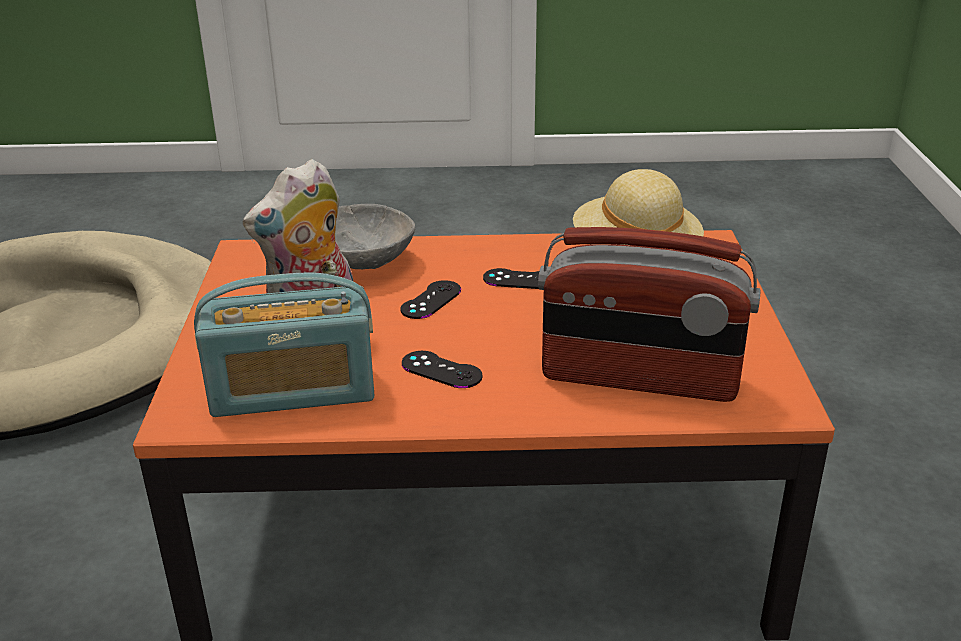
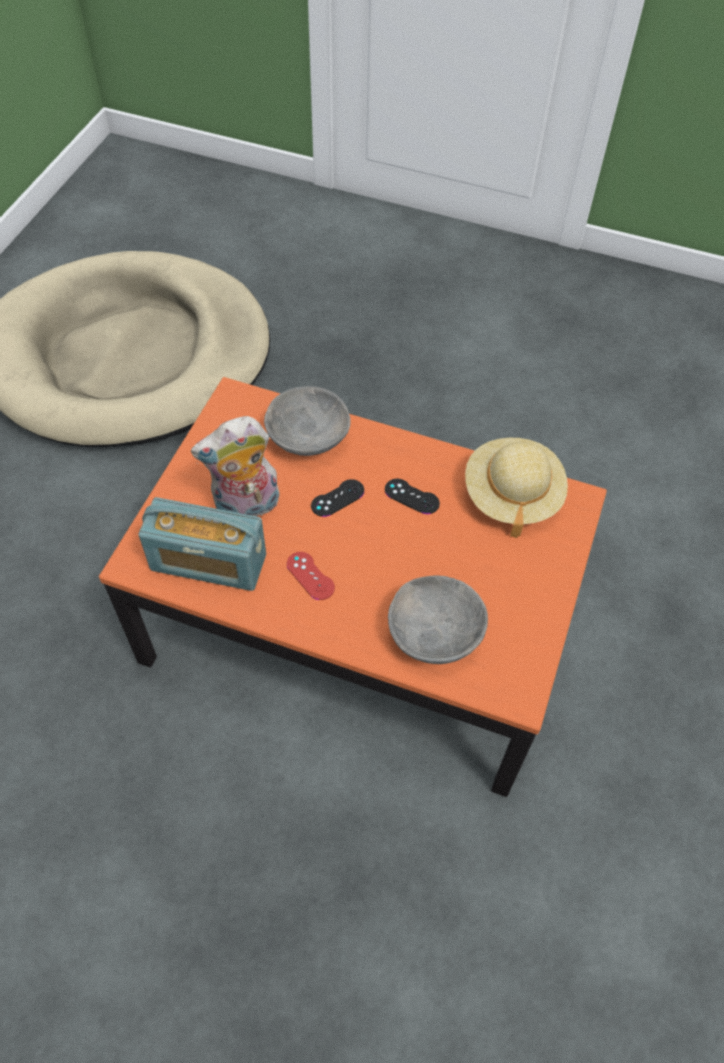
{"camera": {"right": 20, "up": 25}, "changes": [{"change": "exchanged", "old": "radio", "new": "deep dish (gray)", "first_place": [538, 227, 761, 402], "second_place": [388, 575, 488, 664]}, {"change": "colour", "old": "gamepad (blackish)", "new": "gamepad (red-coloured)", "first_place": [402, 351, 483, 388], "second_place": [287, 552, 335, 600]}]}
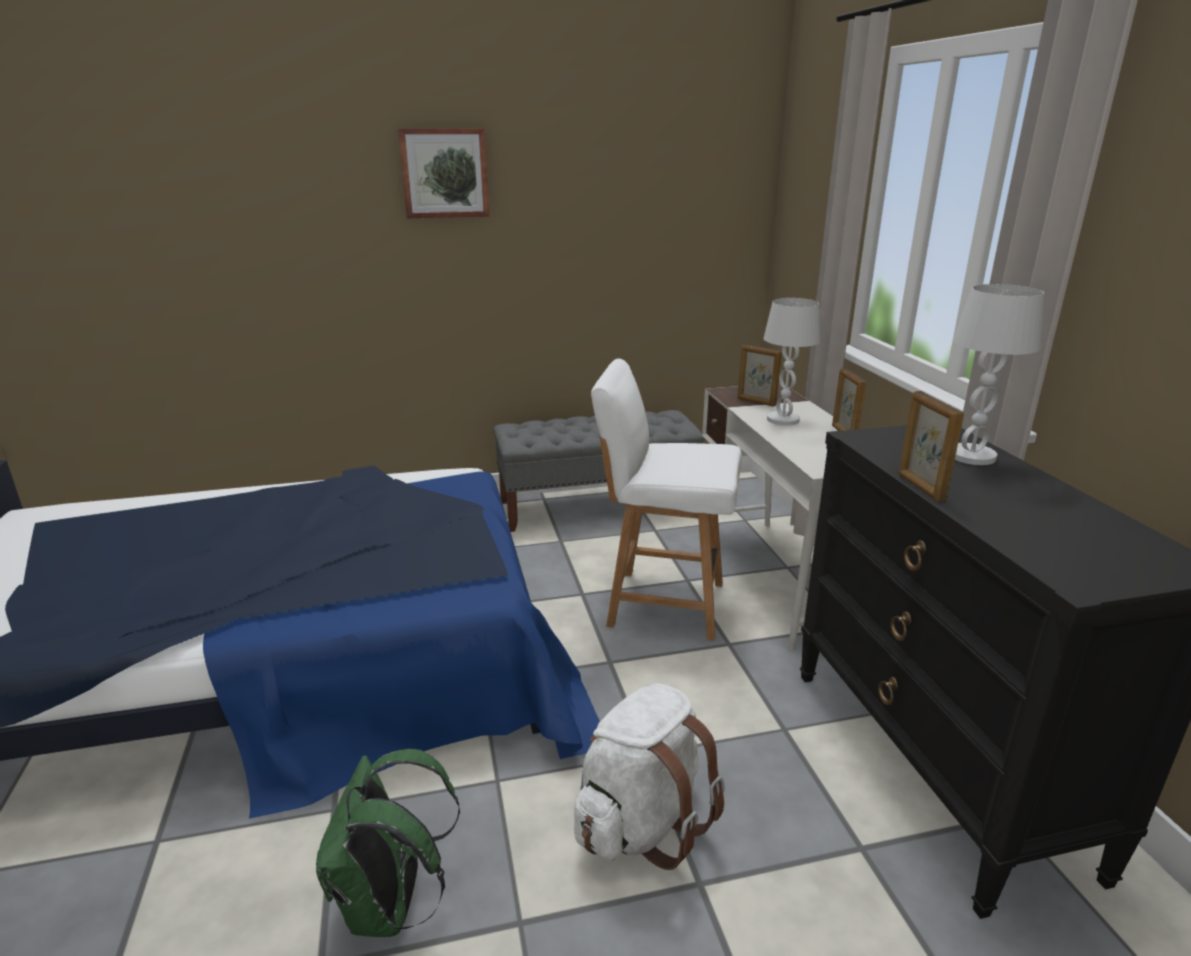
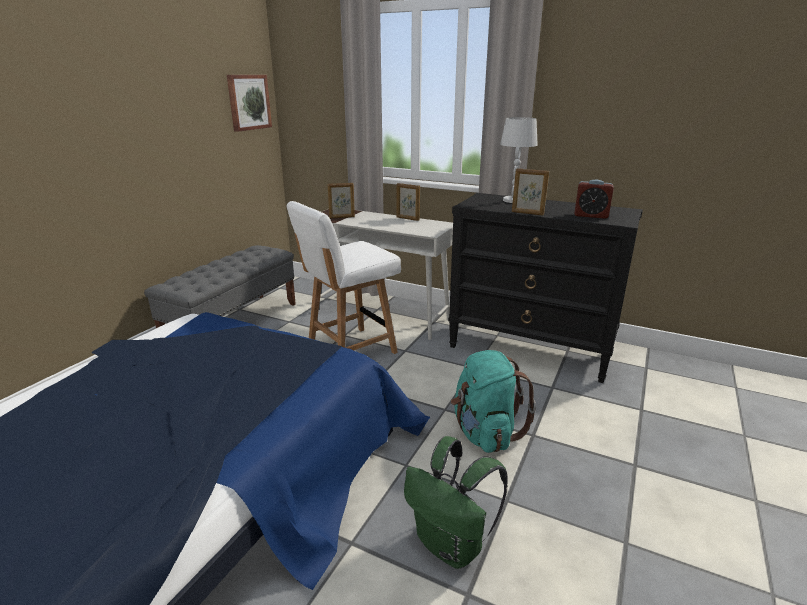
{"camera": {"right": -50, "up": 0}, "changes": [{"change": "relocated", "old": "wall picture", "first_place": [398, 128, 490, 218], "second_place": [227, 75, 272, 132]}, {"change": "missing", "old": "tabletop lamp (white)", "first_place": [764, 298, 820, 426]}, {"change": "colour", "old": "knapsack (white)", "new": "knapsack (turquoise-coloured)", "first_place": [574, 684, 725, 870], "second_place": [451, 350, 536, 453]}, {"change": "appeared", "new": "bedside clock", "second_place": [574, 179, 614, 219]}]}
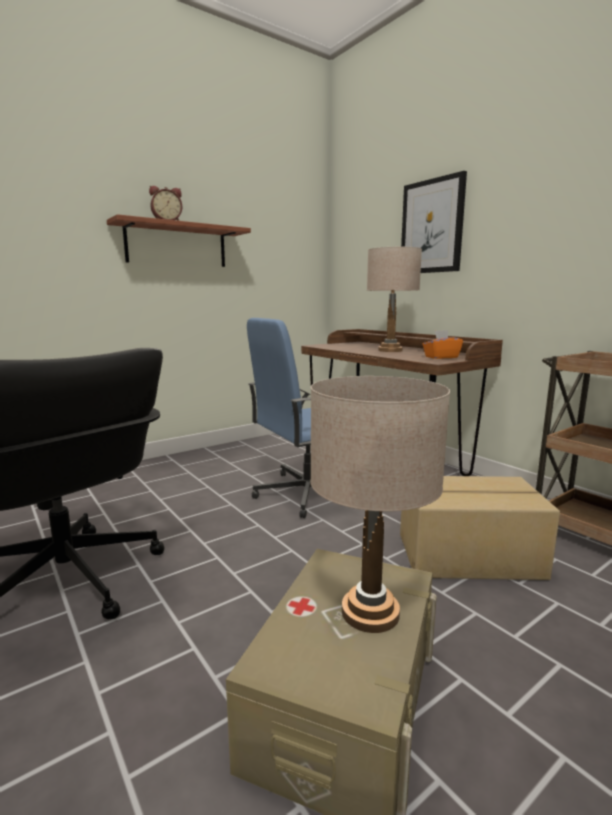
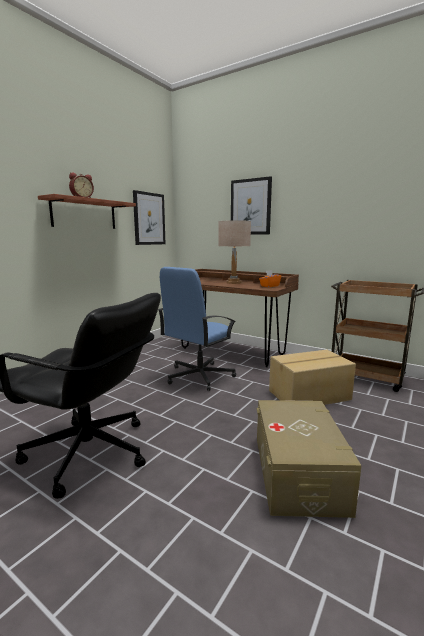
{"camera": {"right": -20, "up": 0}, "changes": [{"change": "missing", "old": "tabletop lamp (beige-coloured)", "first_place": [310, 376, 450, 633]}, {"change": "appeared", "new": "wall picture", "second_place": [133, 190, 166, 245]}]}
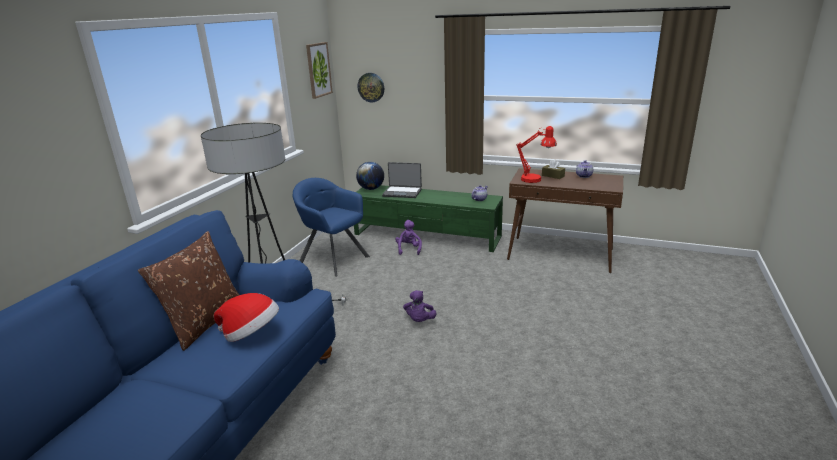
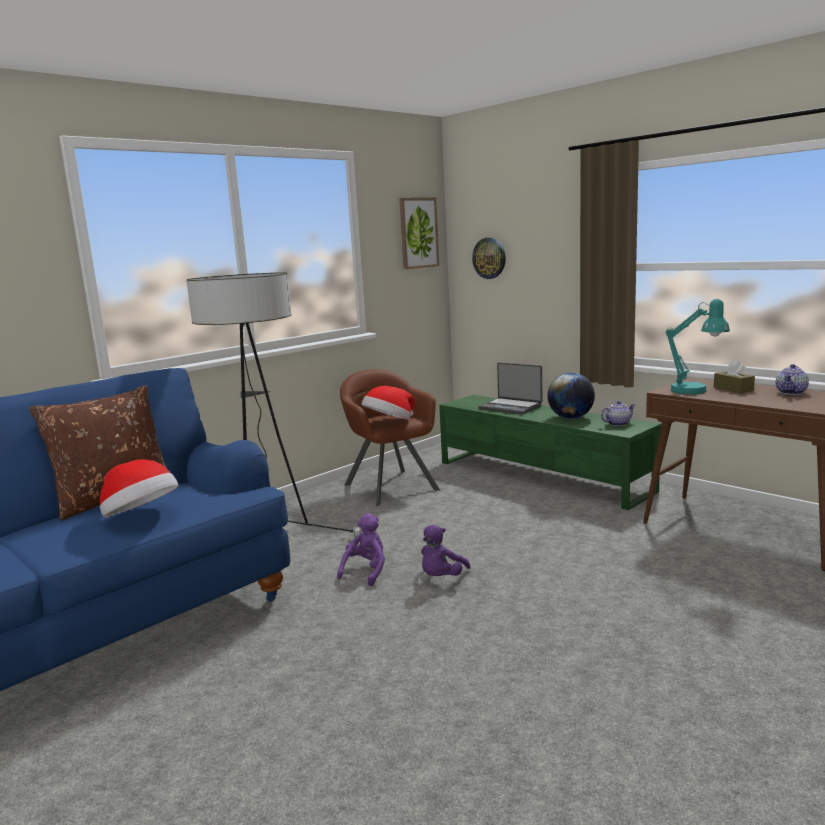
{"camera": {"right": 25, "up": -10}, "changes": [{"change": "colour", "old": "tabletop lamp (red-coloured)", "new": "tabletop lamp (turquoise-coloured)", "first_place": [516, 126, 557, 183], "second_place": [666, 299, 730, 394]}, {"change": "relocated", "old": "globe", "first_place": [356, 162, 384, 190], "second_place": [547, 373, 595, 419]}, {"change": "colour", "old": "lounge chair (blue-coloured)", "new": "lounge chair (brown-coloured)", "first_place": [293, 178, 370, 277], "second_place": [340, 369, 440, 506]}, {"change": "relocated", "old": "soft toy (purple-coloured)", "first_place": [395, 220, 422, 255], "second_place": [337, 513, 385, 586]}, {"change": "appeared", "new": "clothing hat", "second_place": [361, 386, 414, 420]}]}
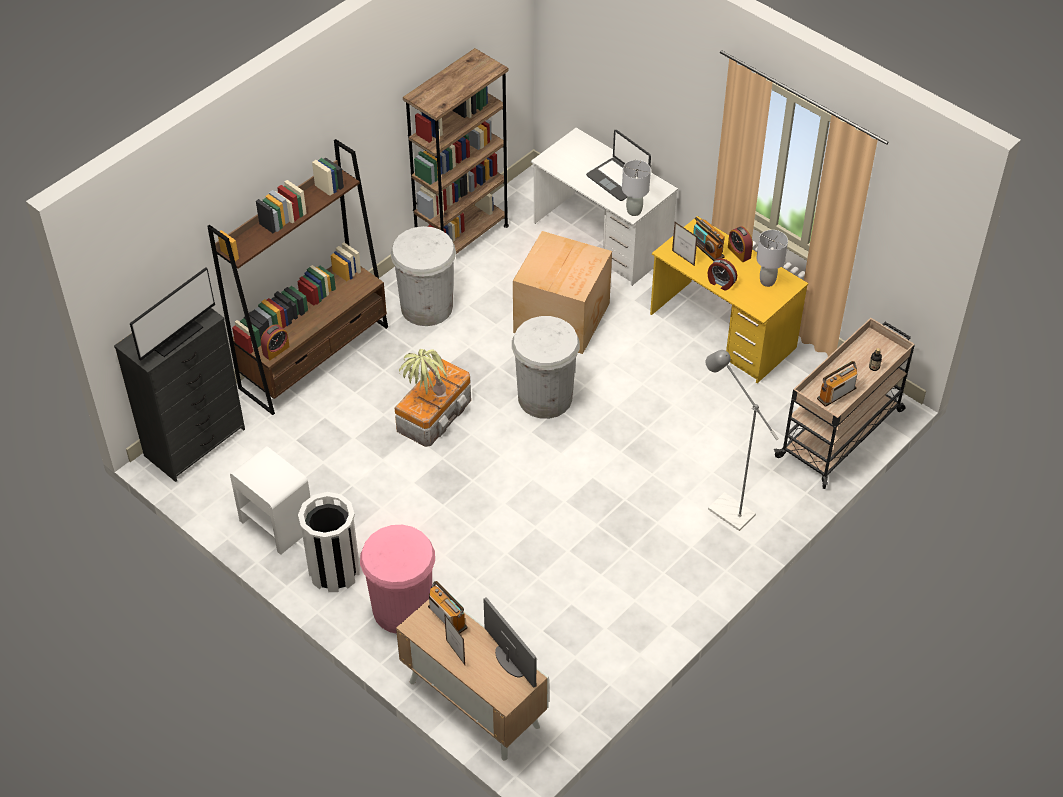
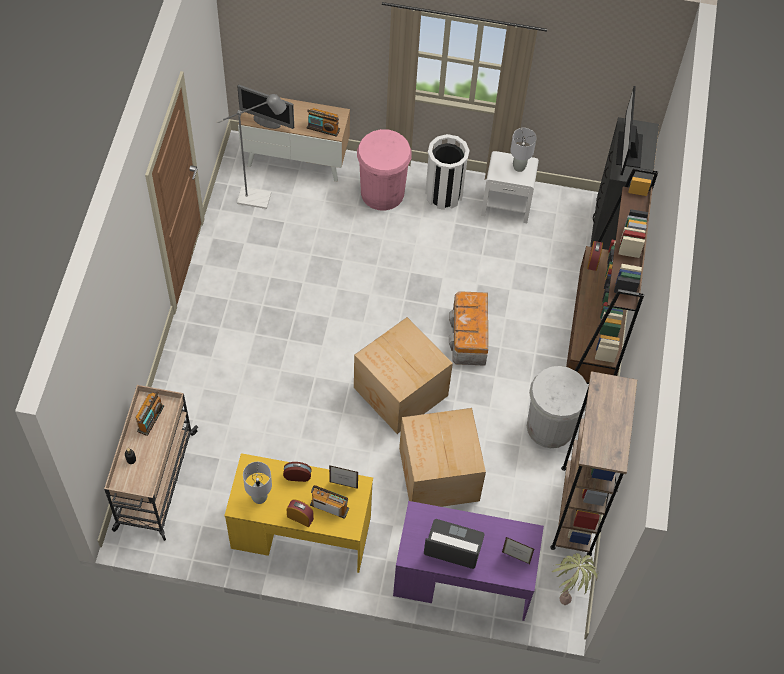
{"camera": {"right": 145, "up": 10}, "changes": [{"change": "colour", "old": "desk unit (white)", "new": "desk unit (purple-coloured)", "first_place": [531, 127, 678, 286], "second_place": [393, 501, 544, 621]}, {"change": "relocated", "old": "tabletop lamp (gray)", "first_place": [622, 160, 651, 216], "second_place": [510, 128, 536, 172]}, {"change": "exchanged", "old": "waste bin (white)", "new": "cardboard box", "first_place": [512, 316, 580, 419], "second_place": [354, 317, 453, 434]}, {"change": "relocated", "old": "houseplant", "first_place": [399, 349, 447, 396], "second_place": [552, 553, 598, 605]}, {"change": "relocated", "old": "floor lamp (gray)", "first_place": [706, 350, 779, 531], "second_place": [217, 94, 286, 209]}, {"change": "relocated", "old": "photo frame", "first_place": [444, 613, 465, 665], "second_place": [502, 537, 534, 564]}]}
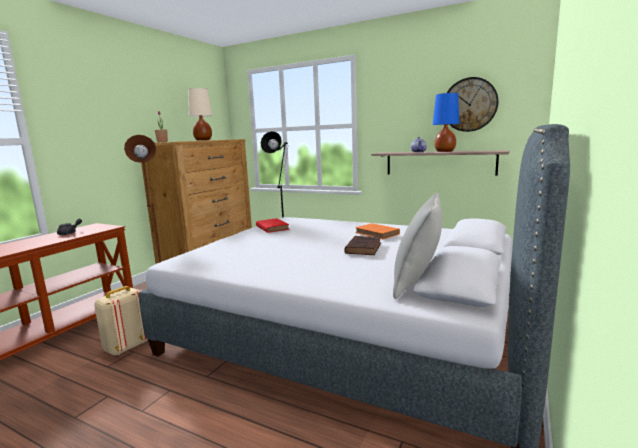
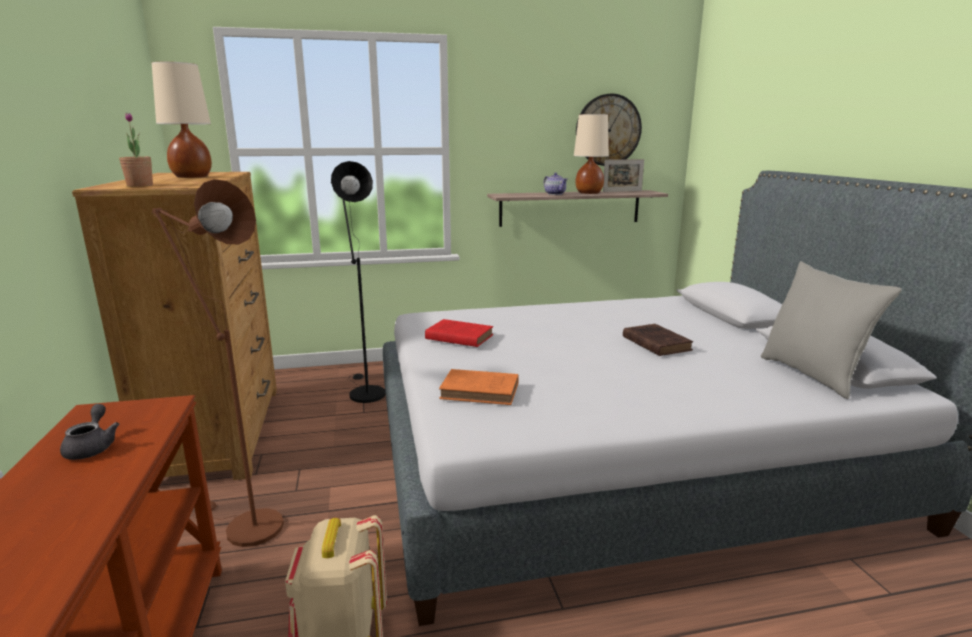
{"camera": {"right": -40, "up": 5}, "changes": [{"change": "colour", "old": "tabletop lamp (blue-coloured)", "new": "tabletop lamp (beige-coloured)", "first_place": [433, 93, 459, 152], "second_place": [574, 114, 609, 194]}, {"change": "relocated", "old": "volume (orange-coloured)", "first_place": [356, 223, 400, 239], "second_place": [439, 369, 519, 405]}, {"change": "appeared", "new": "photo frame", "second_place": [603, 159, 644, 192]}]}
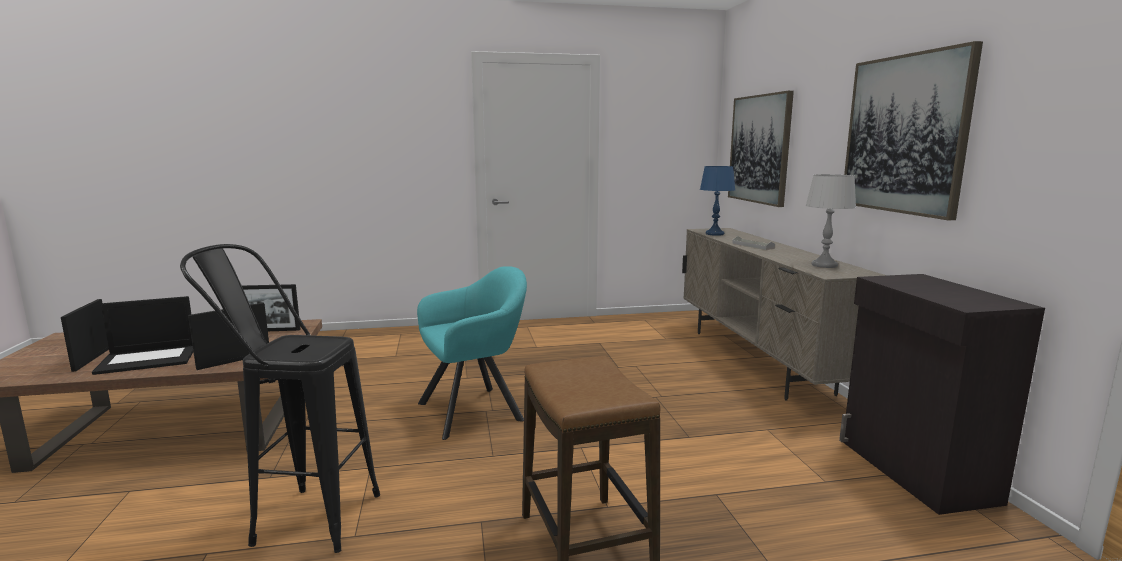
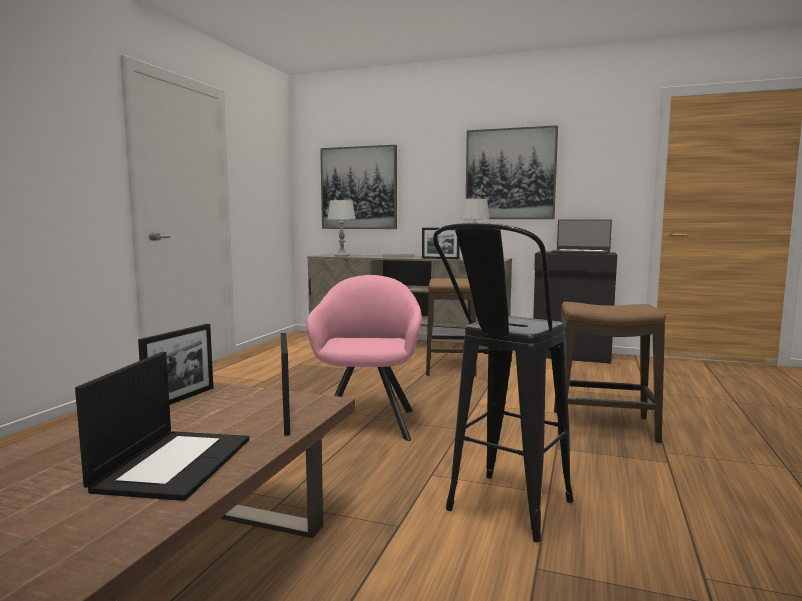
{"camera": {"right": -60, "up": -5}, "changes": [{"change": "colour", "old": "tabletop lamp (blue-coloured)", "new": "tabletop lamp (gray)", "first_place": [700, 166, 735, 236], "second_place": [328, 200, 355, 257]}, {"change": "colour", "old": "lounge chair (turquoise-coloured)", "new": "lounge chair (pinkish)", "first_place": [417, 266, 527, 440], "second_place": [306, 275, 421, 441]}, {"change": "relocated", "old": "photo frame", "first_place": [61, 299, 109, 372], "second_place": [422, 228, 460, 259]}, {"change": "appeared", "new": "laptop", "second_place": [551, 219, 612, 254]}, {"change": "appeared", "new": "sitting stool", "second_place": [426, 278, 477, 377]}]}
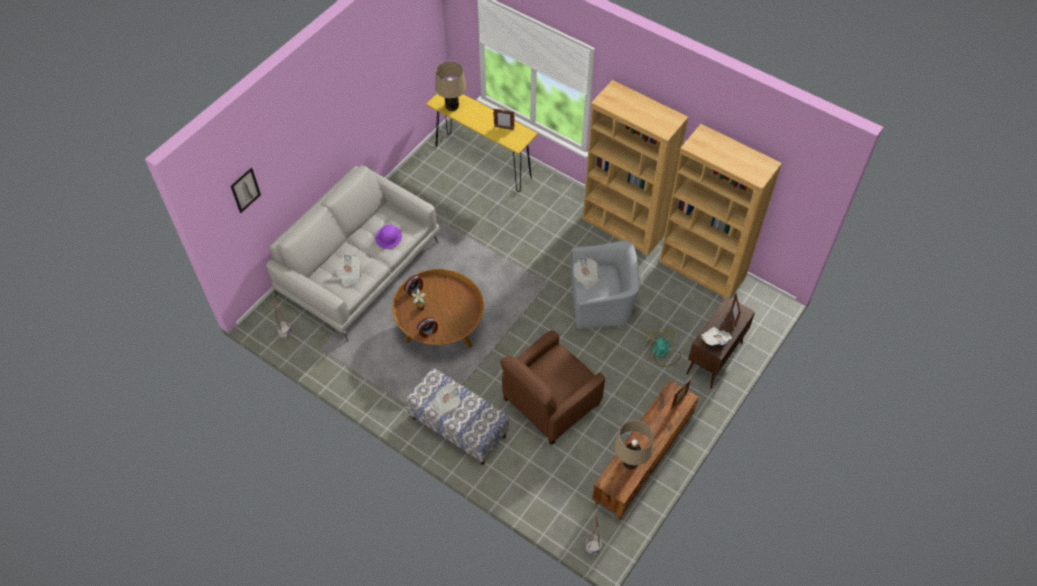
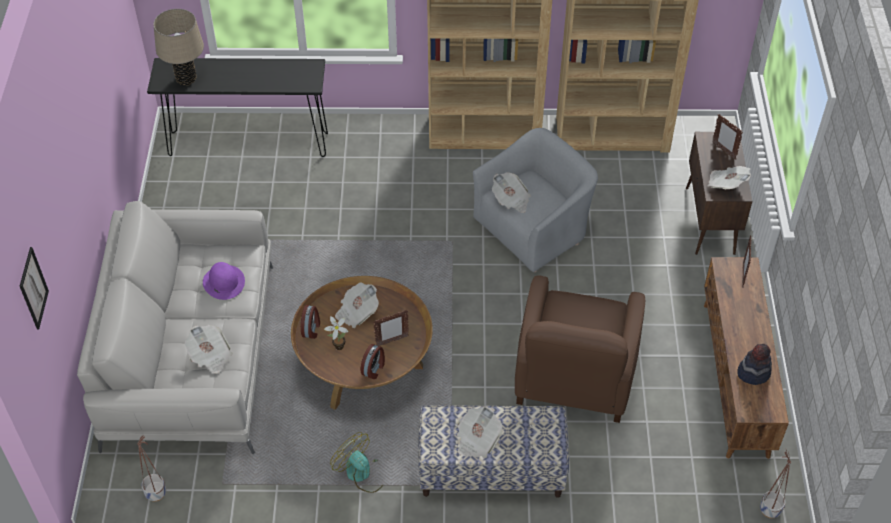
{"camera": {"right": -35, "up": -5}, "changes": [{"change": "colour", "old": "console table (yellow)", "new": "console table (blackish)", "first_place": [426, 94, 538, 192], "second_place": [147, 58, 328, 157]}, {"change": "relocated", "old": "photo frame", "first_place": [493, 109, 515, 130], "second_place": [373, 310, 409, 346]}, {"change": "relocated", "old": "cooling fan", "first_place": [645, 328, 681, 367], "second_place": [330, 432, 383, 493]}, {"change": "exchanged", "old": "tabletop lamp (beige-coloured)", "new": "clothing hat", "first_place": [614, 420, 653, 469], "second_place": [737, 344, 772, 385]}, {"change": "appeared", "new": "daily paper", "second_place": [335, 283, 379, 328]}]}
